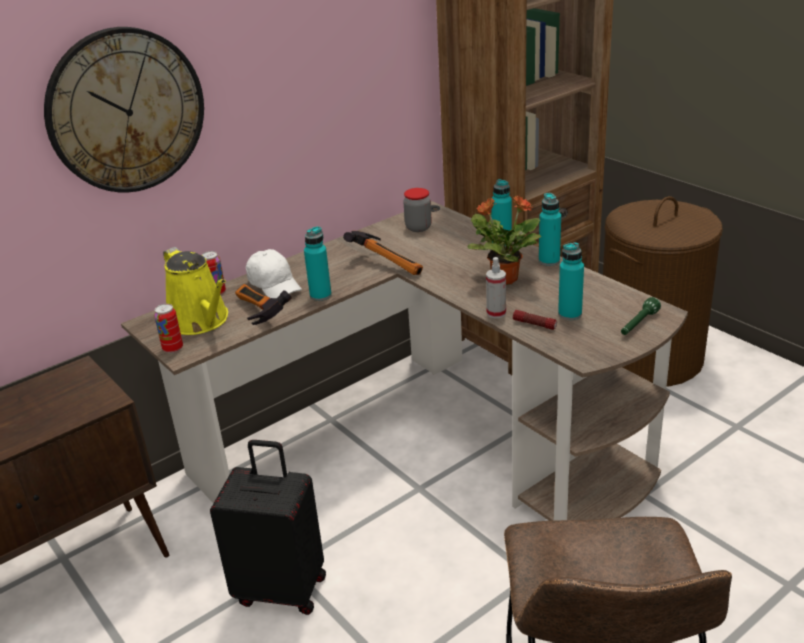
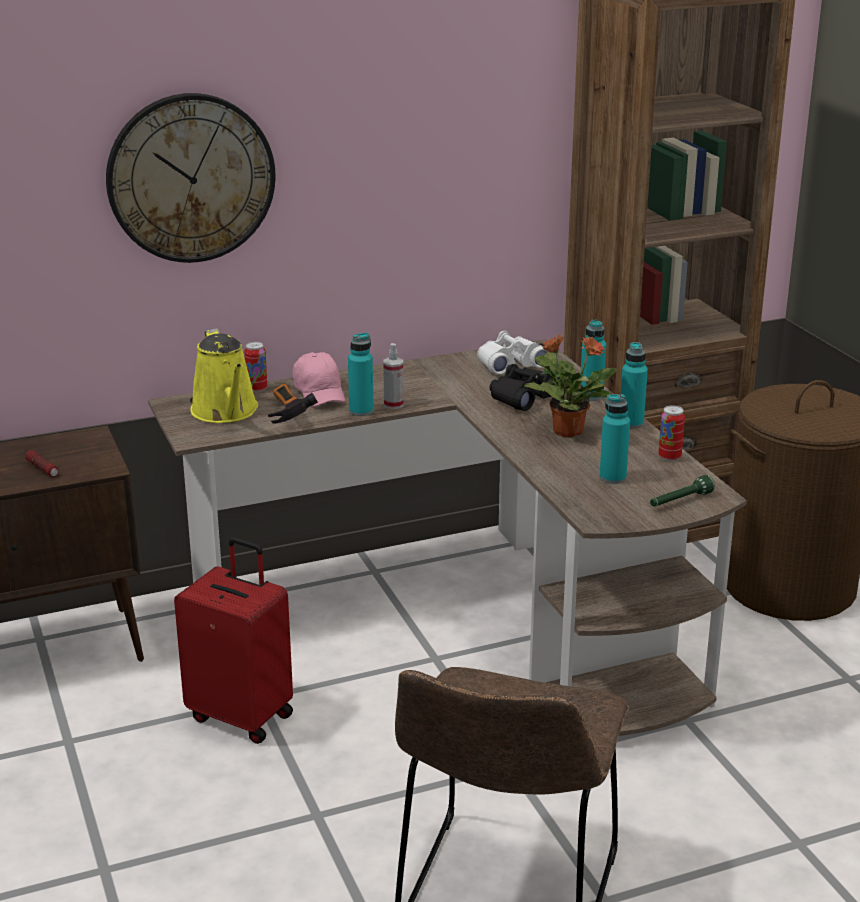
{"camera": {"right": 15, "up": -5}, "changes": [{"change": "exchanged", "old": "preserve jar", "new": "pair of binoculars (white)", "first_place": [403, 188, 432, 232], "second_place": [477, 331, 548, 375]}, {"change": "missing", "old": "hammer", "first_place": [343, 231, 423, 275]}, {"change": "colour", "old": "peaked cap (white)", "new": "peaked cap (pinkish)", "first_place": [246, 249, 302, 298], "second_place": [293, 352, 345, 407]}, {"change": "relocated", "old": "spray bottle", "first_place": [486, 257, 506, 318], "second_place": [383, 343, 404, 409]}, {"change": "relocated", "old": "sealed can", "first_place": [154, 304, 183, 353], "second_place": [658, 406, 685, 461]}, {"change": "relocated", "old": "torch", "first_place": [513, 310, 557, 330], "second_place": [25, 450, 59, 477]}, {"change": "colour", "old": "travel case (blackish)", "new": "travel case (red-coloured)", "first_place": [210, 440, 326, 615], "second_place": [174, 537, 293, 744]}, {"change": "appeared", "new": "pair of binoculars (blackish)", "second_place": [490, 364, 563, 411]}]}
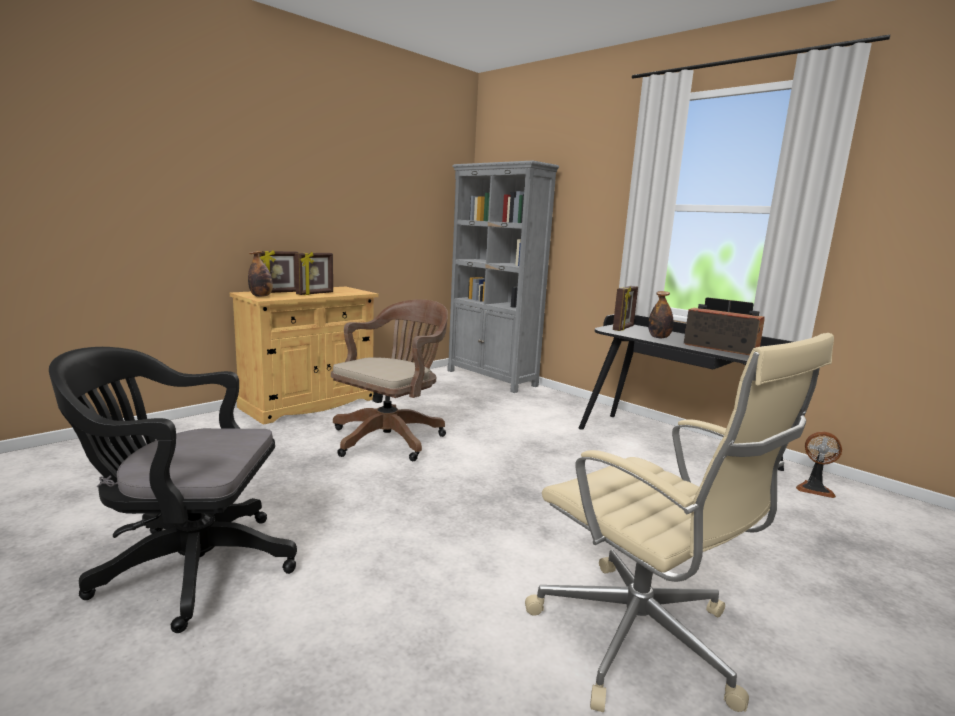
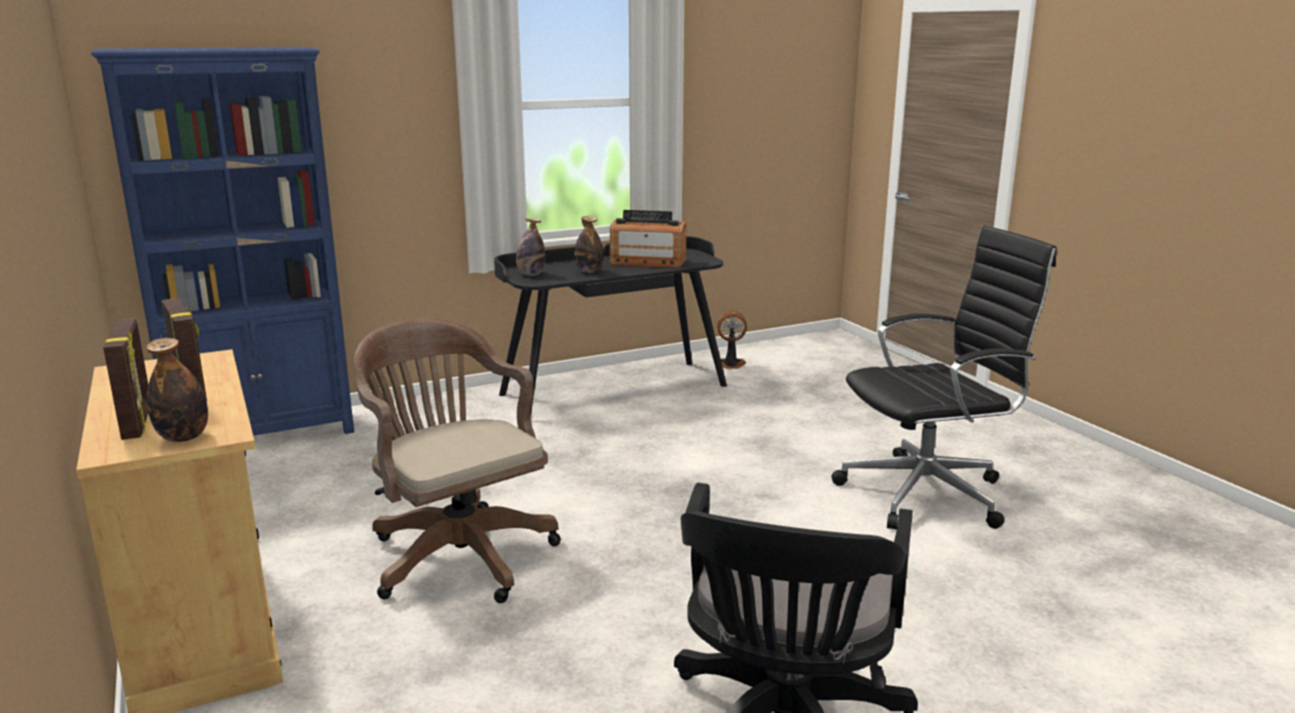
{"camera": {"right": -70, "up": 5}, "changes": [{"change": "colour", "old": "shelving unit (gray)", "new": "shelving unit (blue-coloured)", "first_place": [447, 160, 559, 393], "second_place": [91, 47, 354, 436]}, {"change": "exchanged", "old": "photo frame", "new": "drink bottle", "first_place": [613, 286, 638, 331], "second_place": [516, 218, 545, 276]}, {"change": "spun", "old": "radio", "first_place": [684, 297, 765, 355], "second_place": [610, 210, 687, 268], "degrees": -135}, {"change": "colour", "old": "office chair (beige-coloured)", "new": "office chair (blackish)", "first_place": [525, 333, 834, 712], "second_place": [831, 226, 1057, 529]}, {"change": "spun", "old": "cooling fan", "first_place": [796, 431, 842, 498], "second_place": [717, 311, 747, 369], "degrees": -135}]}
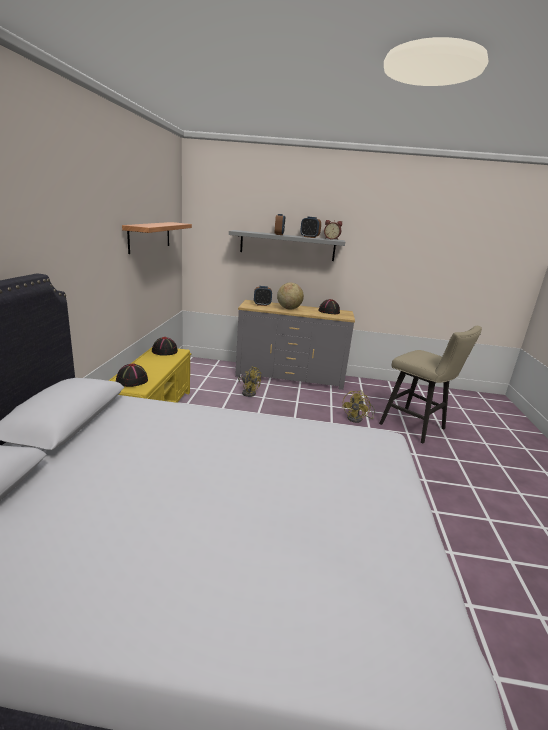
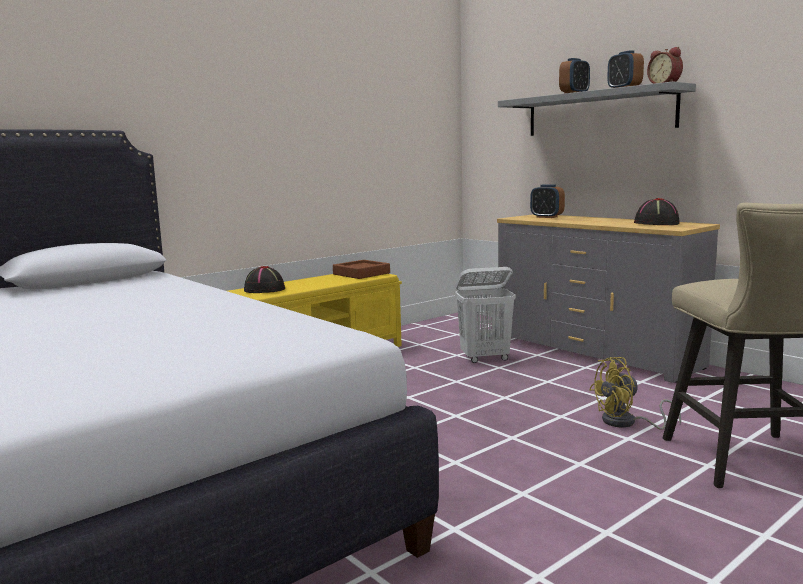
{"camera": {"right": 45, "up": -10}, "changes": [{"change": "missing", "old": "bracket shelf", "first_place": [122, 222, 192, 254]}, {"change": "missing", "old": "globe", "first_place": [277, 283, 304, 310]}, {"change": "exchanged", "old": "clothing hat (blackish)", "new": "serving tray (brown-coloured)", "first_place": [152, 337, 178, 356], "second_place": [333, 260, 390, 279]}, {"change": "exchanged", "old": "cooling fan (yellow)", "new": "washing basket (white)", "first_place": [238, 366, 261, 397], "second_place": [455, 267, 516, 363]}]}
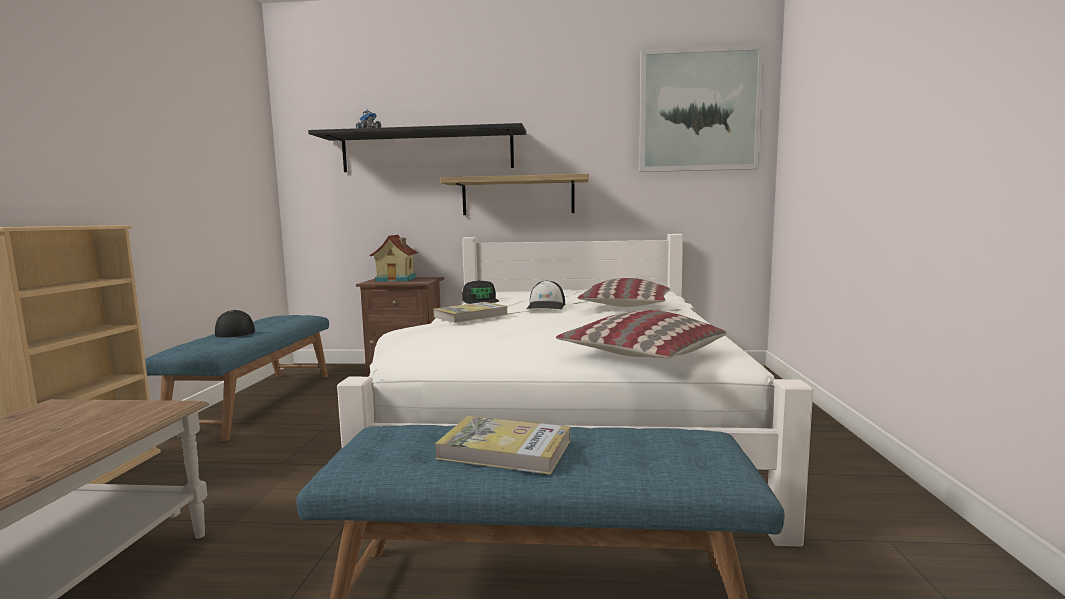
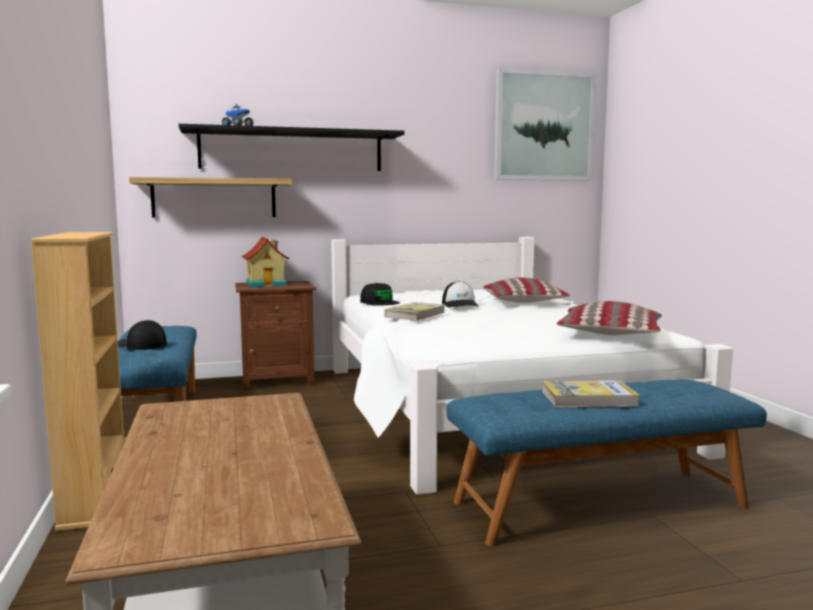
{"camera": {"right": -20, "up": 0}, "changes": [{"change": "relocated", "old": "bracket shelf", "first_place": [440, 174, 589, 215], "second_place": [129, 177, 292, 218]}]}
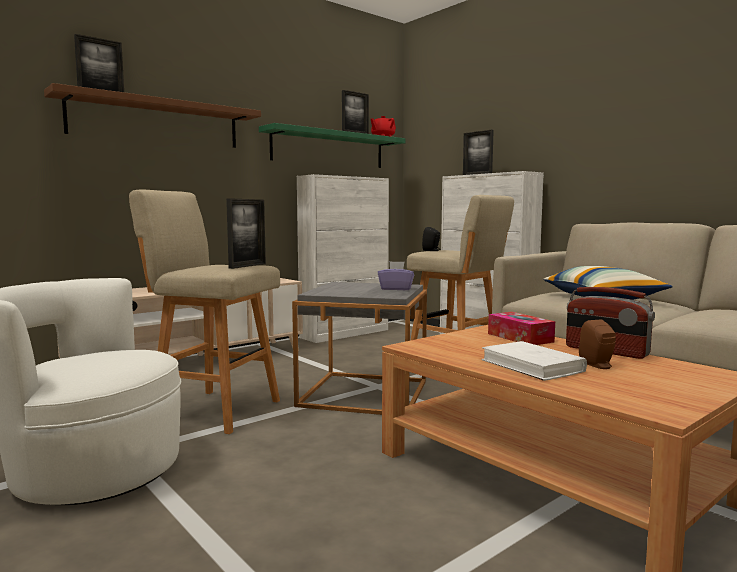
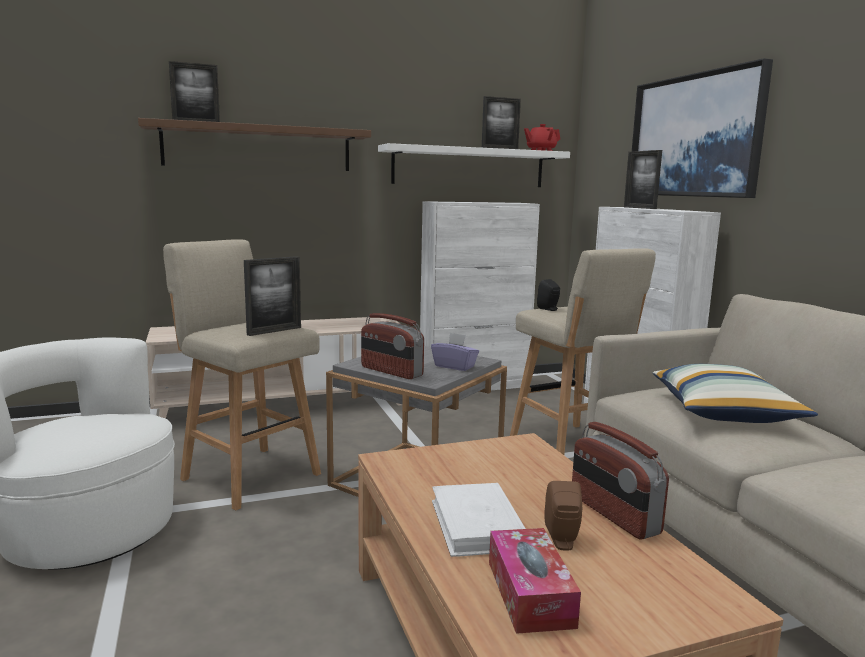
{"camera": {"right": 20, "up": 5}, "changes": [{"change": "colour", "old": "bracket shelf (green-coloured)", "new": "bracket shelf (white)", "first_place": [259, 123, 406, 168], "second_place": [378, 143, 570, 187]}, {"change": "relocated", "old": "tissue box", "first_place": [488, 312, 555, 345], "second_place": [489, 528, 581, 634]}, {"change": "appeared", "new": "wall picture", "second_place": [632, 58, 773, 198]}, {"change": "appeared", "new": "radio", "second_place": [361, 313, 424, 379]}]}
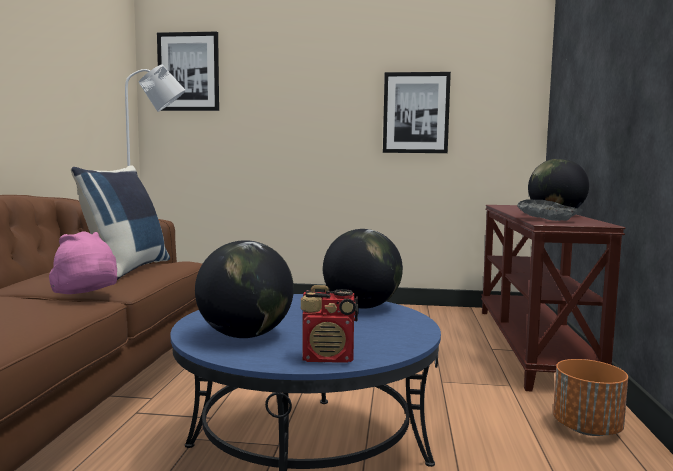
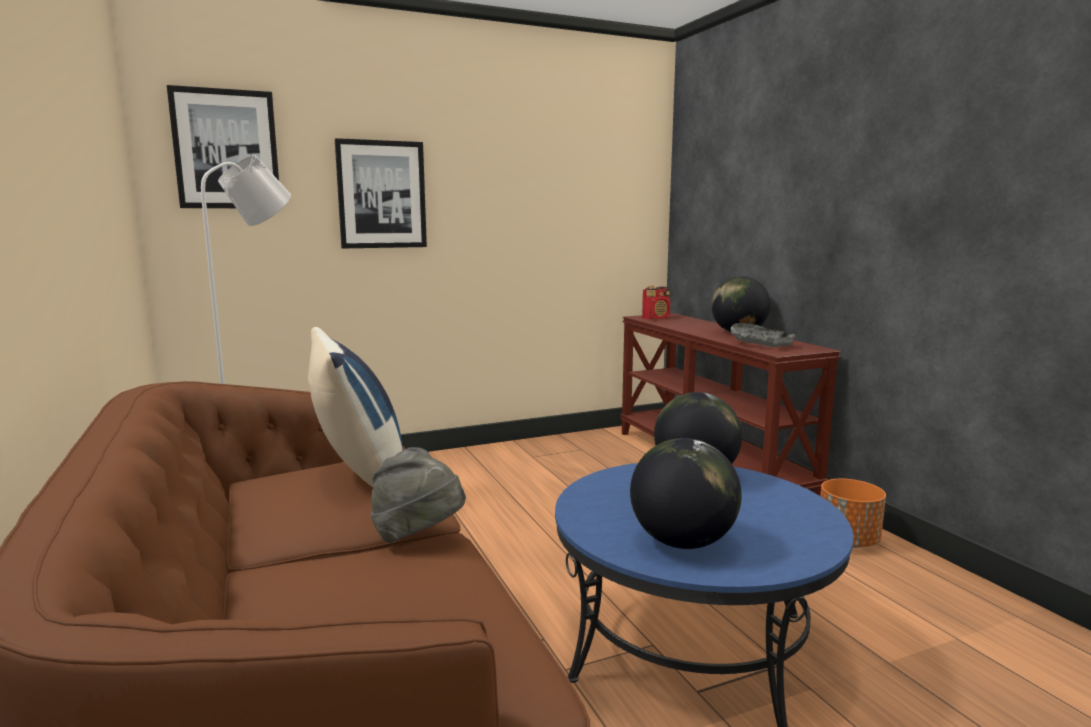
{"camera": {"right": -30, "up": 5}, "changes": [{"change": "relocated", "old": "wall picture", "first_place": [383, 72, 451, 153], "second_place": [335, 138, 427, 248]}, {"change": "colour", "old": "clothing hat (pinkish)", "new": "clothing hat (gray)", "first_place": [49, 231, 117, 294], "second_place": [371, 447, 466, 543]}, {"change": "relocated", "old": "radio", "first_place": [301, 285, 358, 363], "second_place": [642, 285, 671, 320]}]}
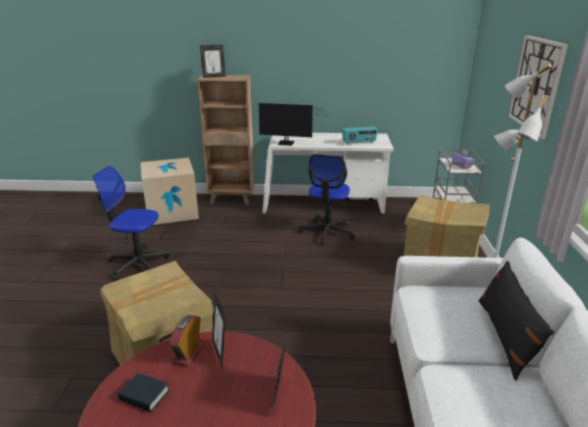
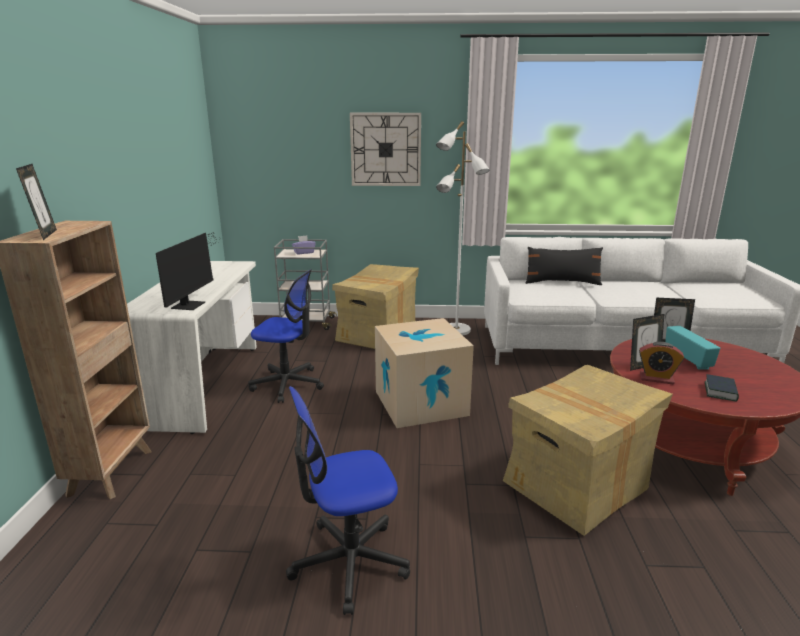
{"camera": {"right": -90, "up": -5}, "changes": [{"change": "relocated", "old": "radio", "first_place": [342, 126, 378, 145], "second_place": [665, 326, 720, 370]}, {"change": "relocated", "old": "cardboard box", "first_place": [141, 158, 199, 225], "second_place": [375, 318, 474, 428]}, {"change": "spun", "old": "office chair", "first_place": [93, 166, 170, 281], "second_place": [286, 386, 410, 615], "degrees": 60}]}
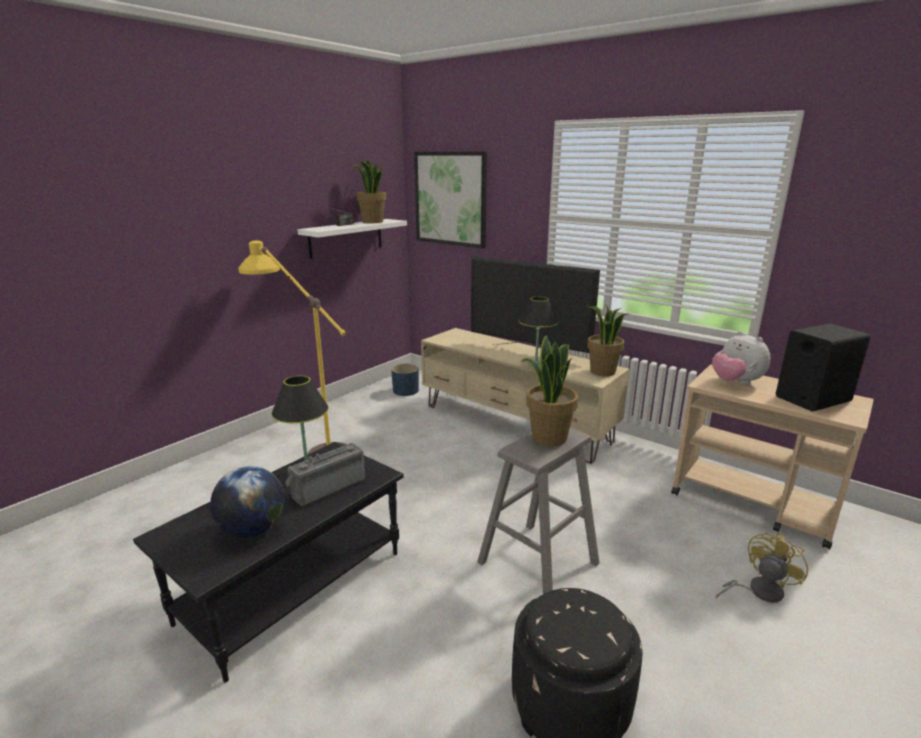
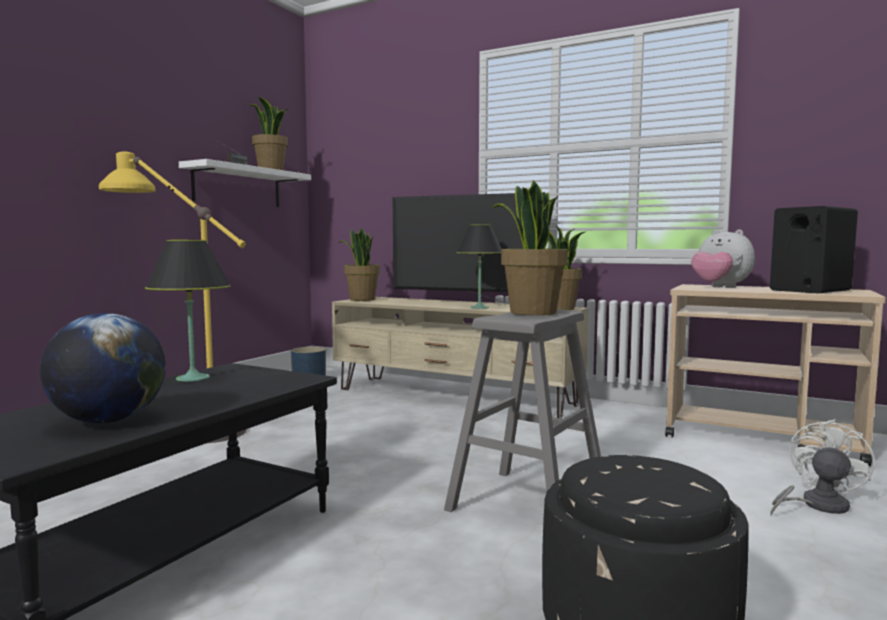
{"camera": {"right": -10, "up": -15}, "changes": [{"change": "missing", "old": "wall picture", "first_place": [414, 151, 487, 249]}, {"change": "missing", "old": "radio", "first_place": [285, 443, 365, 506]}, {"change": "colour", "old": "cooling fan (yellow)", "new": "cooling fan (white)", "first_place": [716, 533, 808, 603], "second_place": [770, 419, 875, 516]}, {"change": "appeared", "new": "houseplant", "second_place": [338, 228, 380, 301]}]}
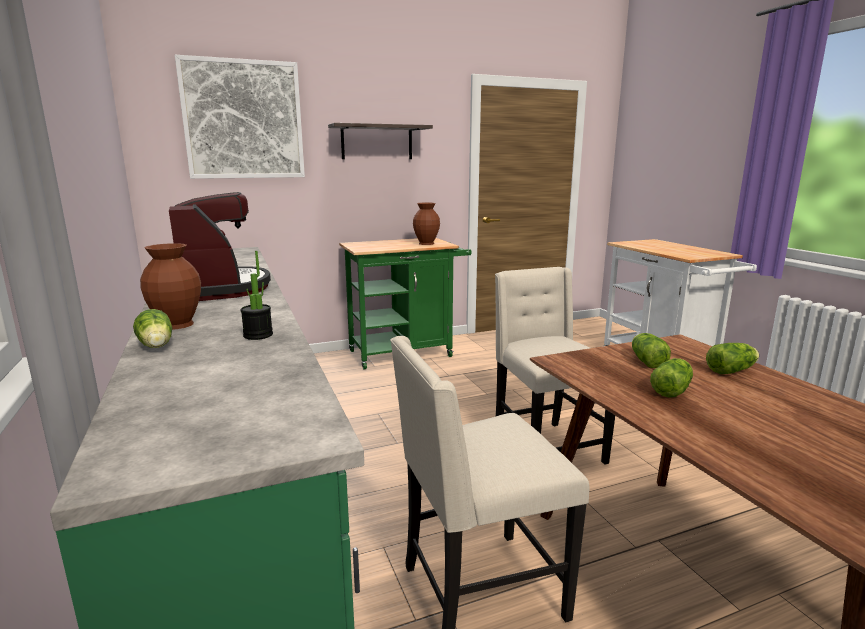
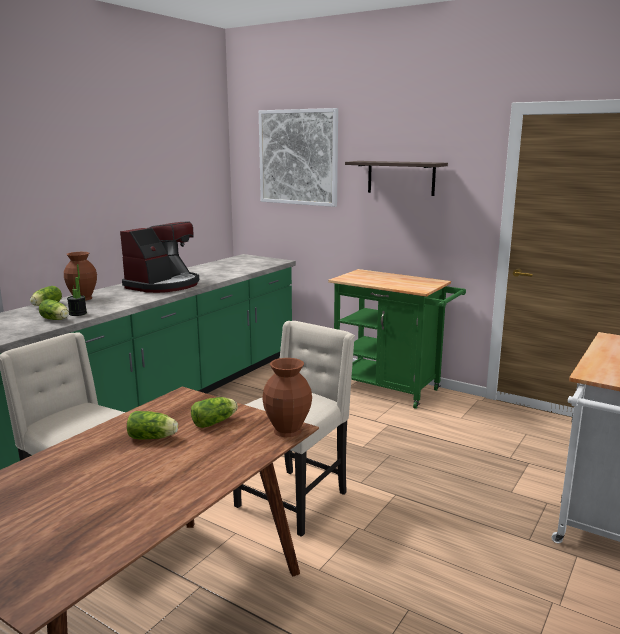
{"camera": {"right": 55, "up": 0}, "changes": [{"change": "relocated", "old": "vase (brown-coloured)", "first_place": [413, 203, 440, 245], "second_place": [262, 358, 312, 437]}, {"change": "relocated", "old": "lettuce head", "first_place": [706, 343, 759, 374], "second_place": [39, 299, 69, 320]}]}
